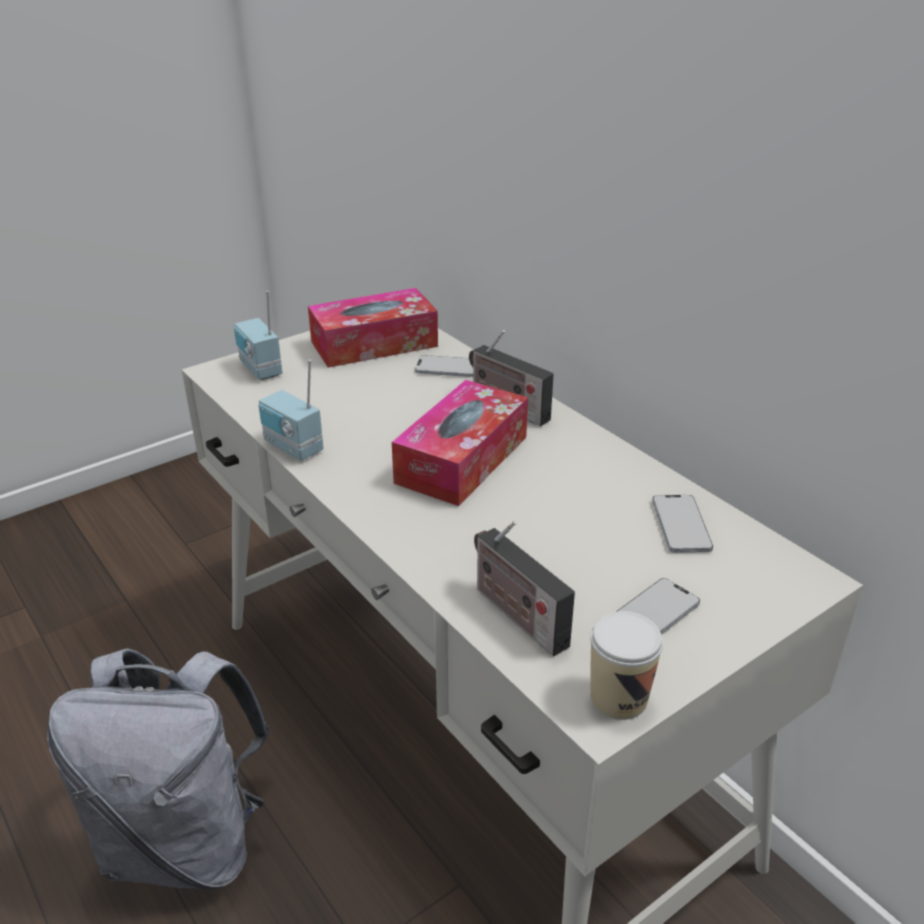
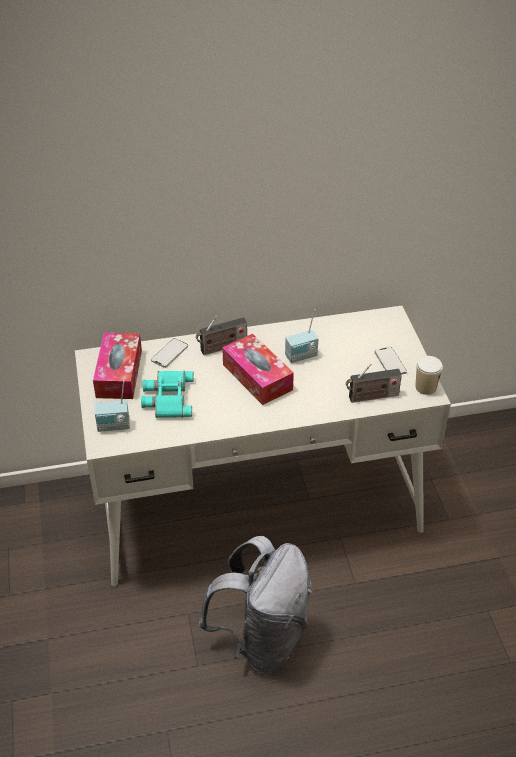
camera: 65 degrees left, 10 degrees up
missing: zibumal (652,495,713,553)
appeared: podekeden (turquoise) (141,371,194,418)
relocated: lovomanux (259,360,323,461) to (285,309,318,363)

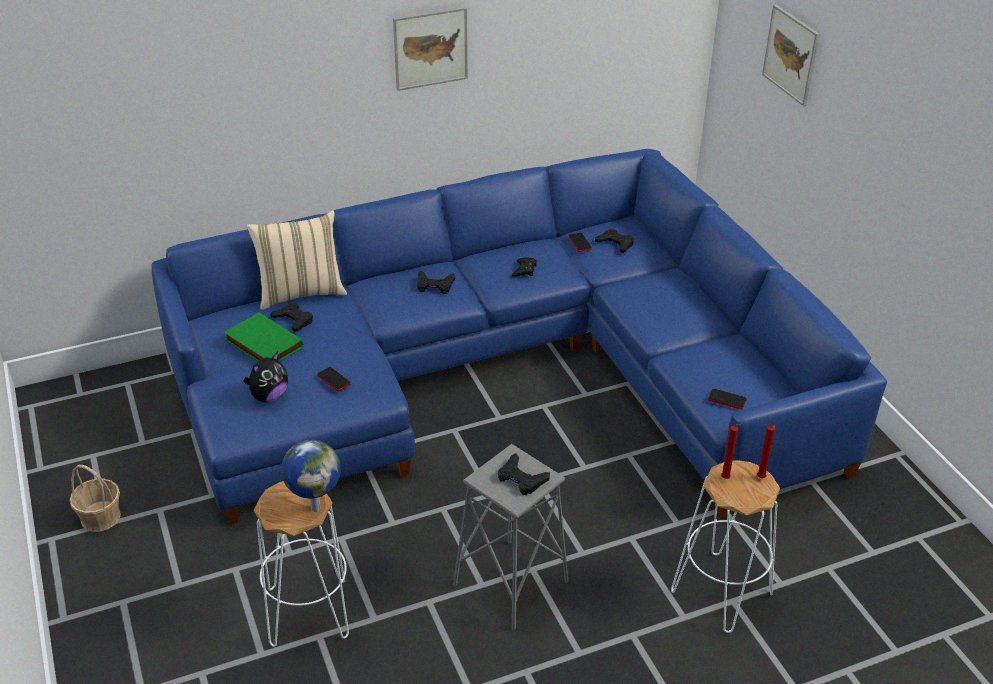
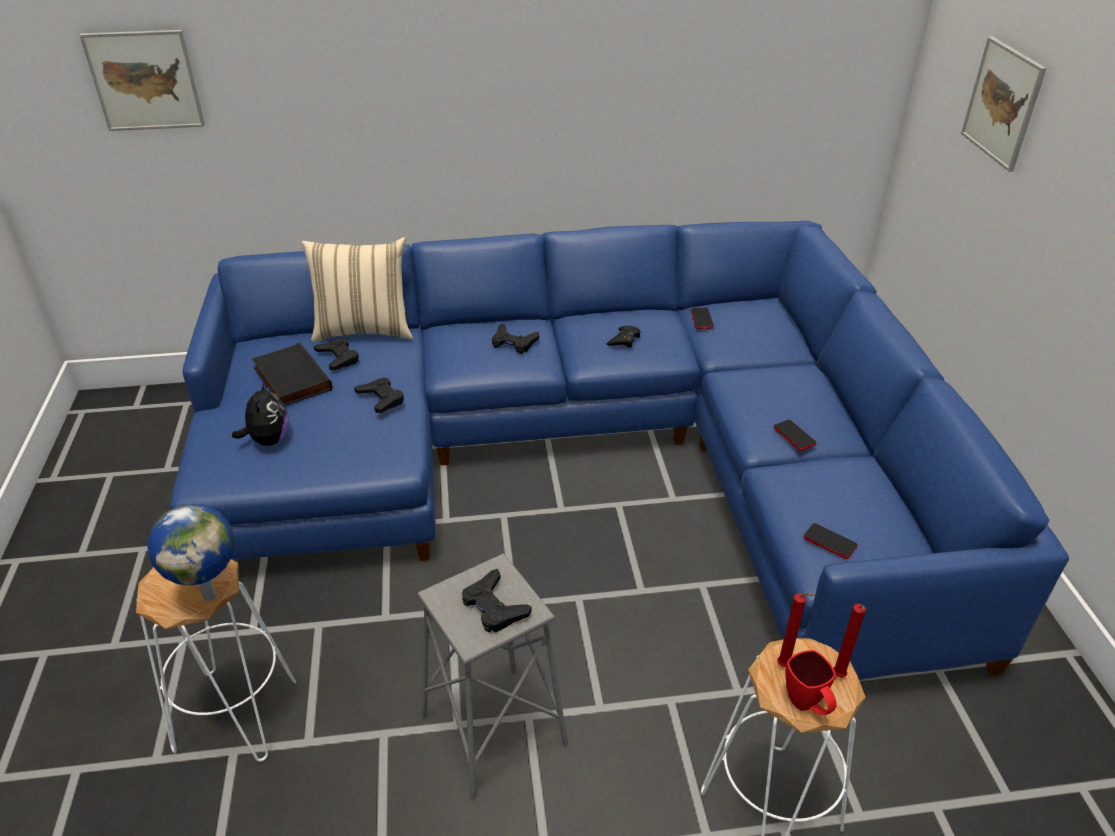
camera: 15 degrees right, 0 degrees up
missing: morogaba (69,465,121,532)
appeared: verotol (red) (786,650,836,715)
relocated: zibumal (317,367,351,392) to (774,420,817,451); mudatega (393,7,468,91) to (80,30,205,131); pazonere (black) (595,229,634,253) to (354,377,404,413)
colour: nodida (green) (224,312,303,362) to nodida (black) (252,343,332,406)
spun: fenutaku (243,351,288,402) = (232,379,288,446) 60 degrees counterclockwise

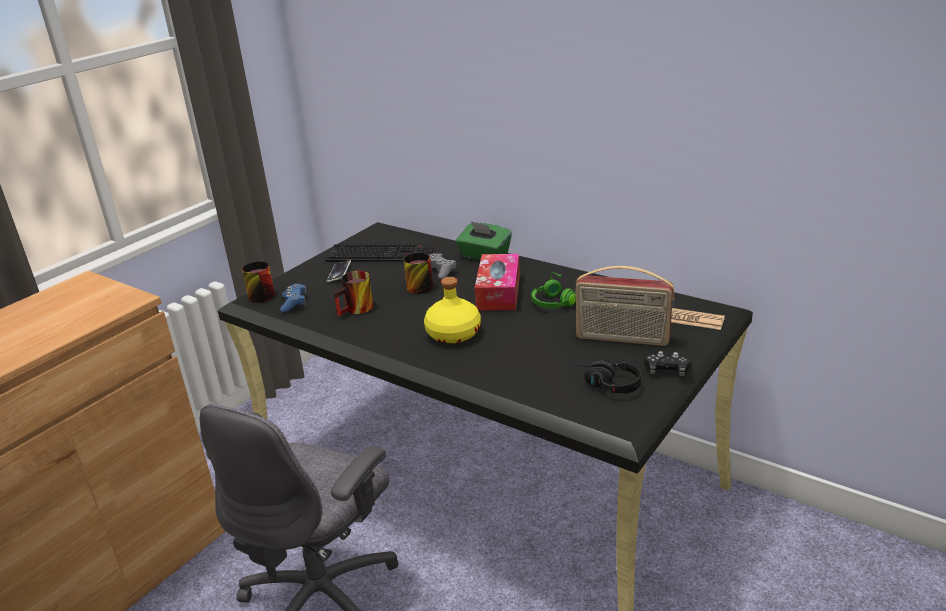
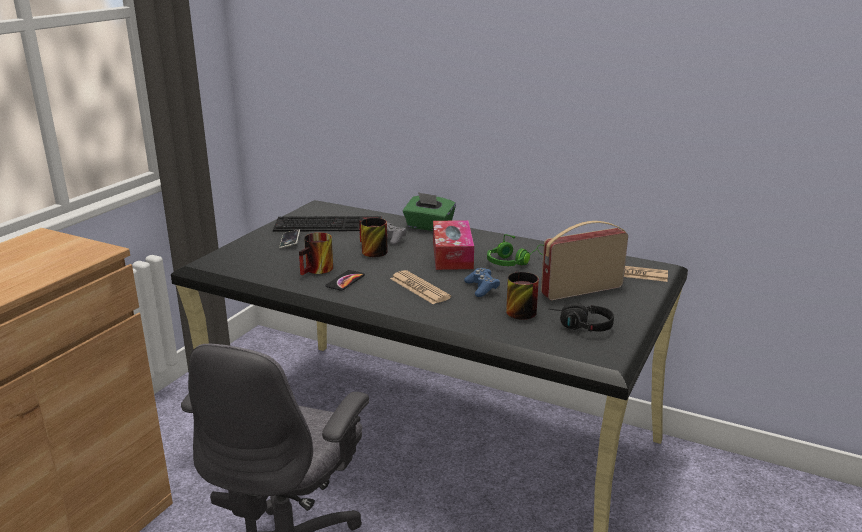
camera: 10 degrees left, 5 degrees down
missing: pazonere (black) (644,351,692,376)
appeared: zibumal (325,270,365,291)
relocated: verotol (242,261,275,303) to (506,272,539,320); pazonere (blue) (280,284,306,313) to (464,268,500,297)
exchanged: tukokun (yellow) (424,277,481,343) to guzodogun (390,270,451,304)
spun: lovomanux (575,266,674,346) = (541,221,628,300) 150 degrees clockwise

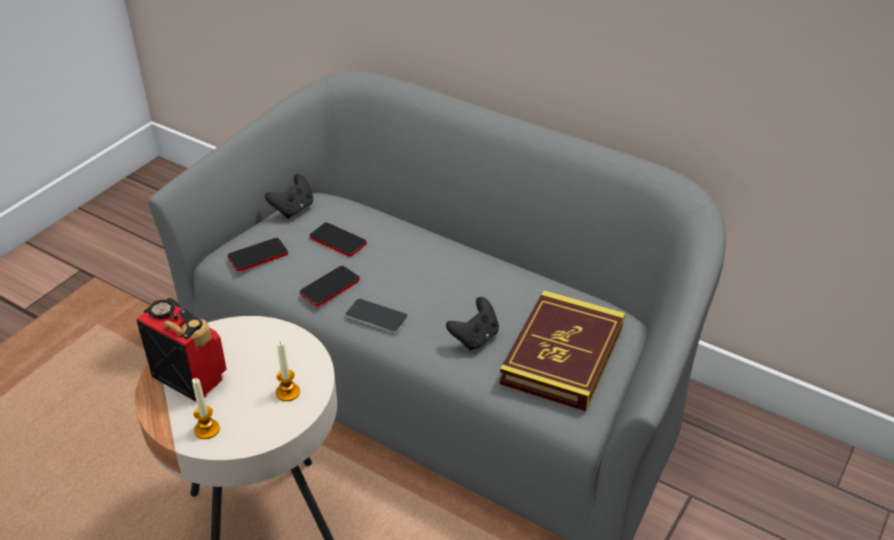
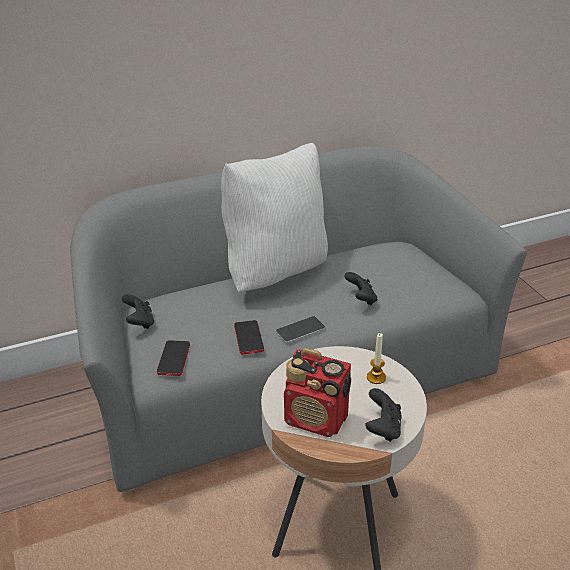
camera: 55 degrees left, 5 degrees down
missing: zibumal (310,223,367,257); nodida (499,290,625,411)
appeared: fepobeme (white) (221,143,328,292)
exchanged: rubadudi (192,378,220,439) to pazonere (black) (365,388,402,442)
spun: lovomanux (136,298,227,402) = (284,348,351,437) 135 degrees counterclockwise

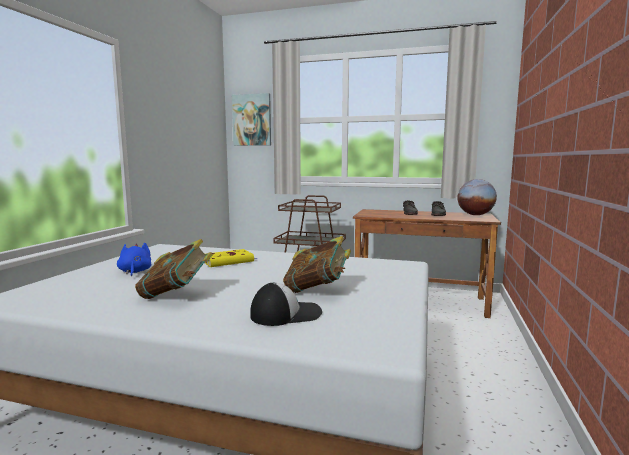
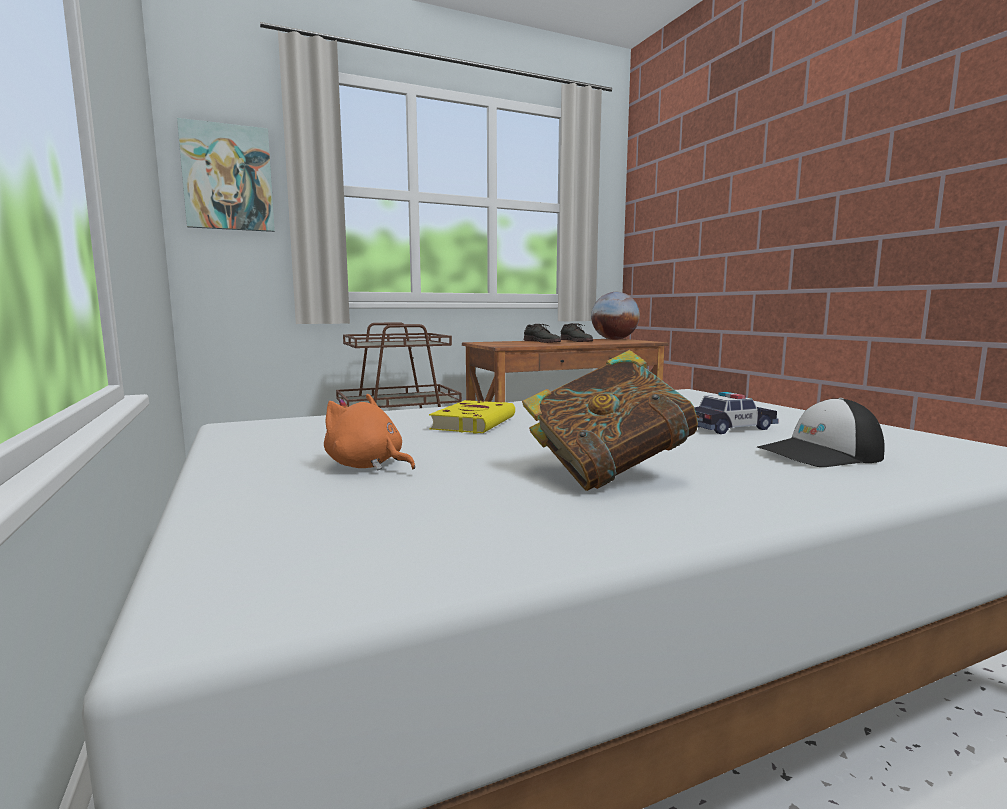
camera: 40 degrees left, 0 degrees up
exchanged: nodida (283,236,351,293) to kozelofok (694,392,779,434)
colour: fenutaku (blue) (117,243,151,276) to fenutaku (orange) (324,394,415,471)
spun: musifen (250,283,322,326) = (757,398,885,467) 135 degrees counterclockwise

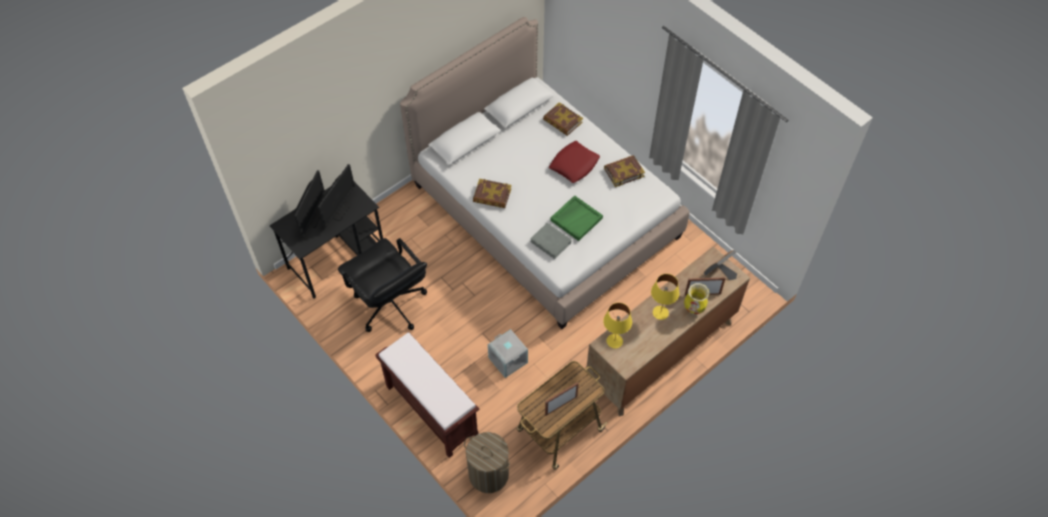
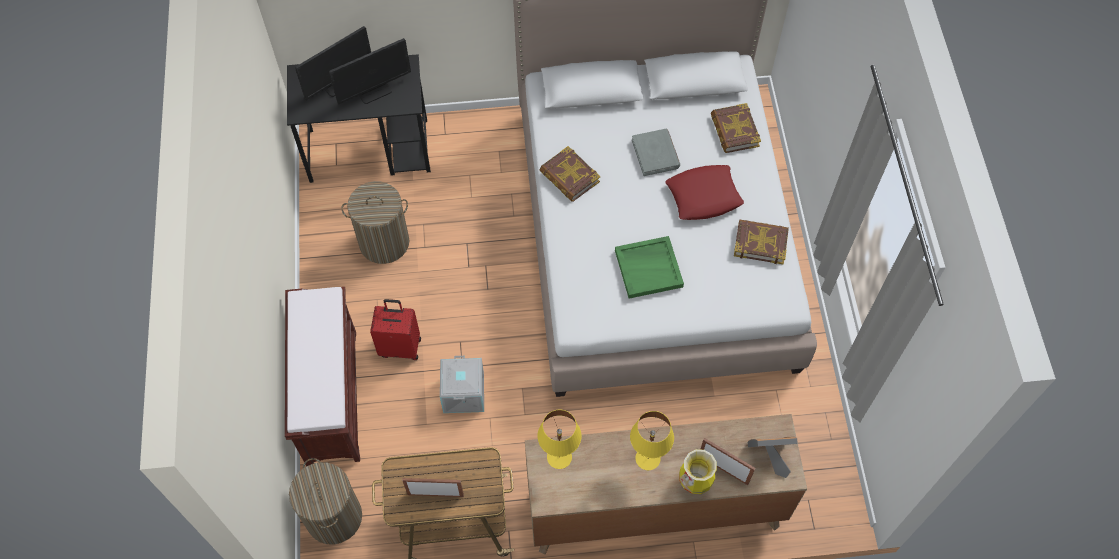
camera: 35 degrees right, 5 degrees up
appeared: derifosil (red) (370,299,421,360)
relocated: nodida (grey) (530,223,572,259) to (632,129,680,176)
exchanged: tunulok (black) (338,238,427,332) to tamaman (341,181,409,264)

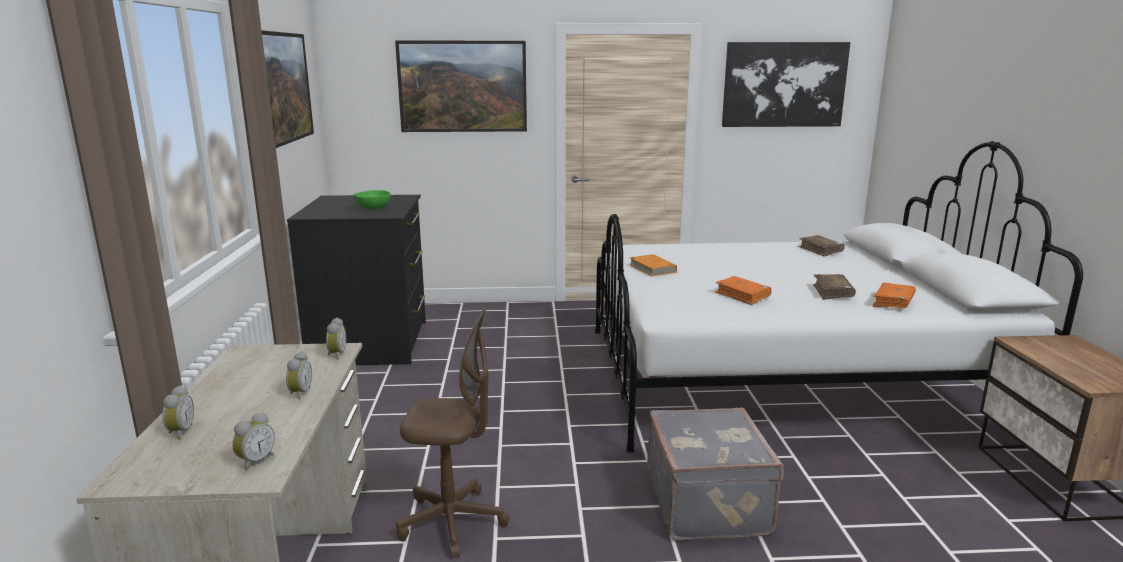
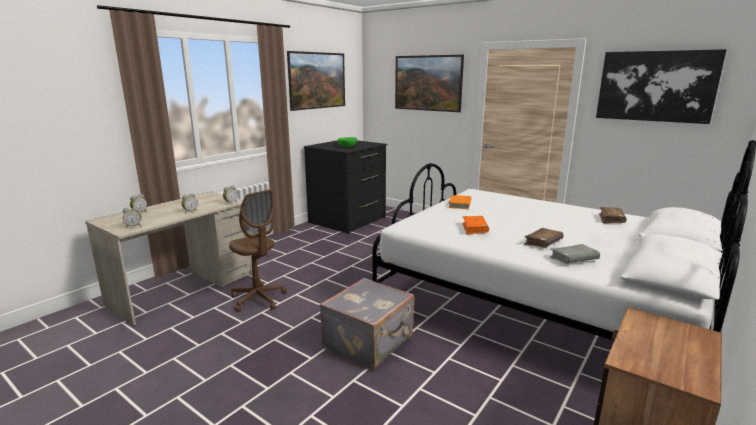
camera: 40 degrees right, 0 degrees up
colour: nodida (orange) (873,283,916,308) to nodida (grey) (550,244,600,263)

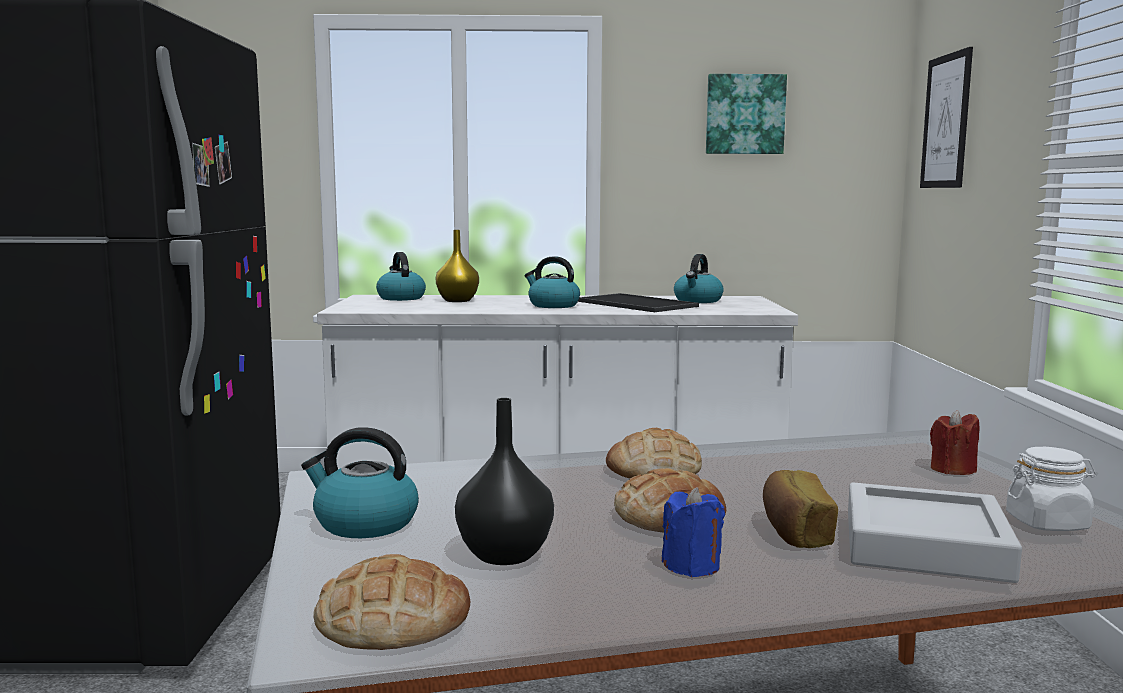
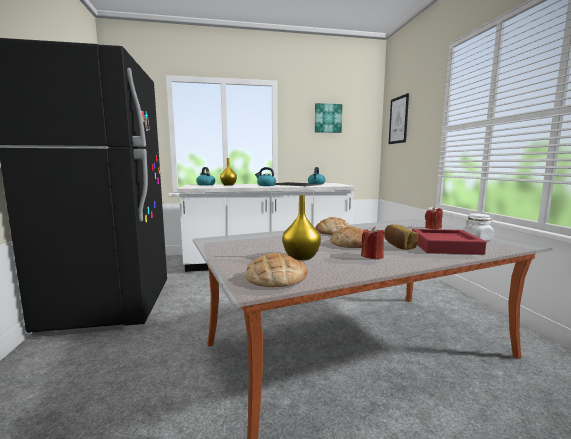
camera: 10 degrees left, 0 degrees up
missing: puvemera (301,427,419,538)
colour: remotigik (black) (455,398,554,565) to remotigik (yellow) (282,195,321,260); rubadudi (blue) (662,487,725,577) to rubadudi (red) (361,226,385,259); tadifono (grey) (848,482,1022,583) to tadifono (red) (412,229,486,255)

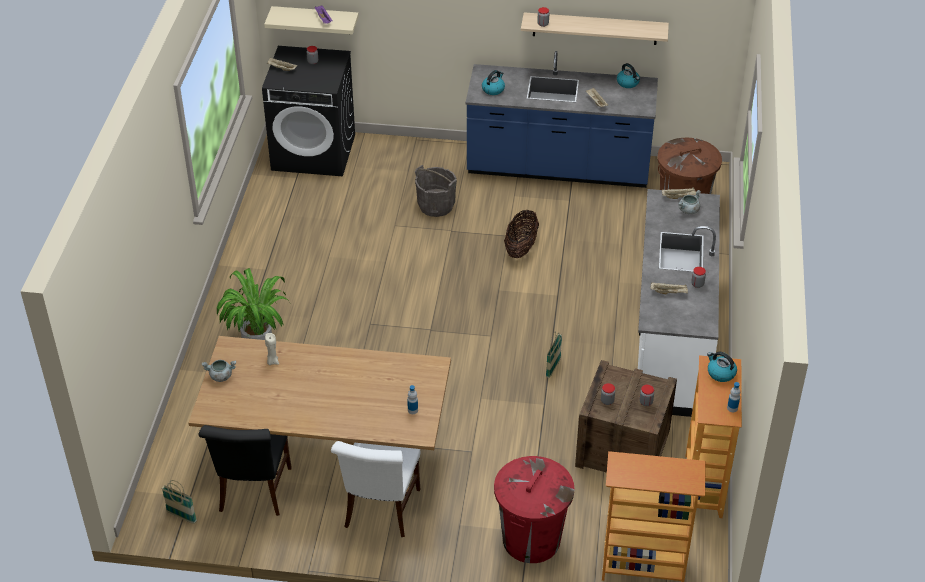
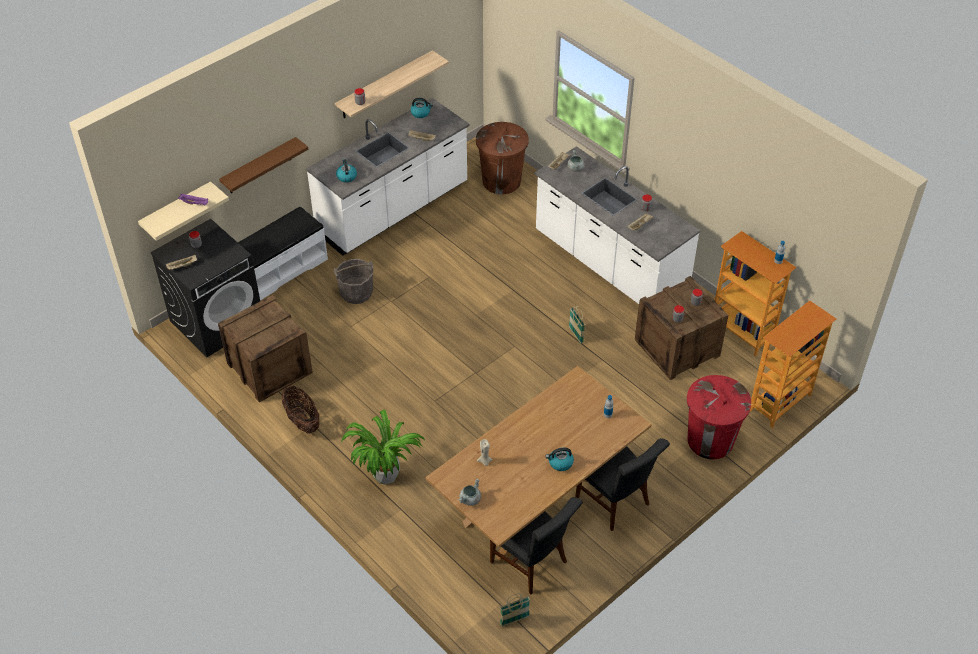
camera: 50 degrees left, 5 degrees up
appeared: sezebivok (218,295,313,402); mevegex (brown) (219,137,308,193); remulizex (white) (238,206,328,300)
relocated: morogaba (504,209,539,258) to (282,386,319,434); puvemera (707,352,737,382) to (545,448,574,471)
colour: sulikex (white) (331,441,420,537) to sulikex (black) (575,438,670,531); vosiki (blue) (466,51,658,188) to vosiki (white) (306,98,470,256)

